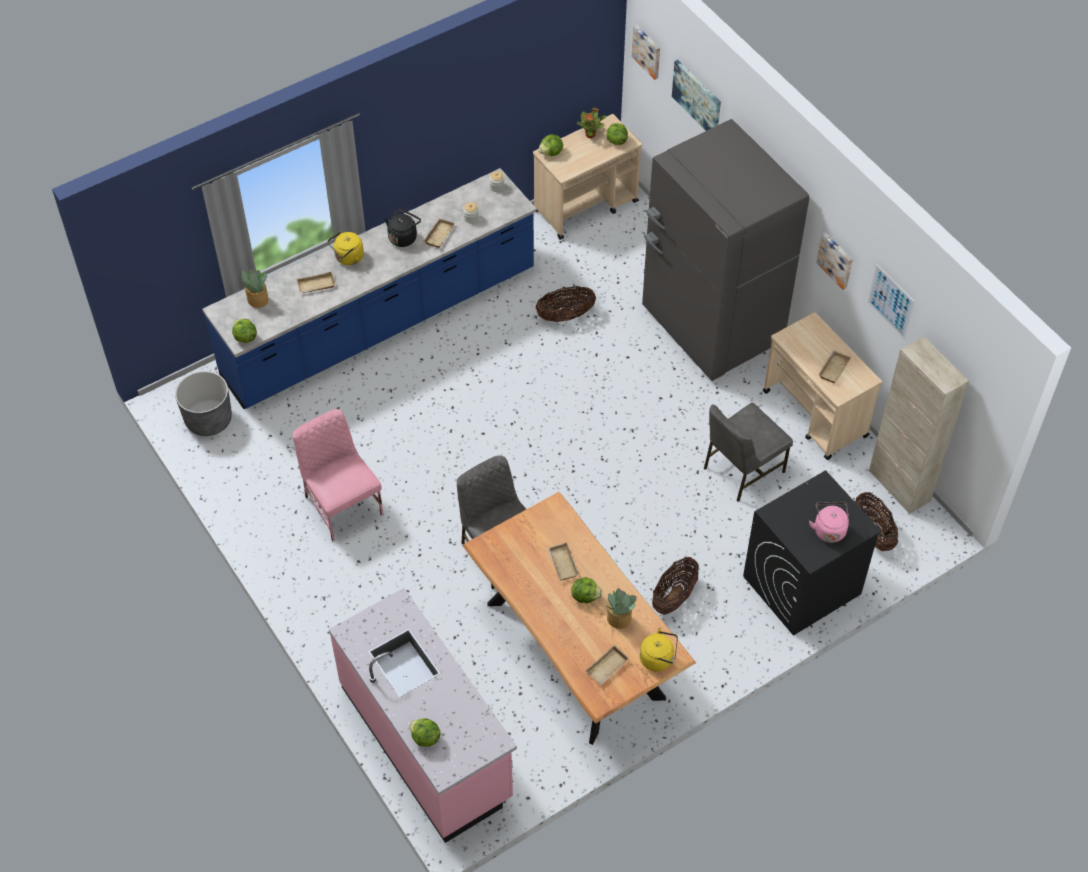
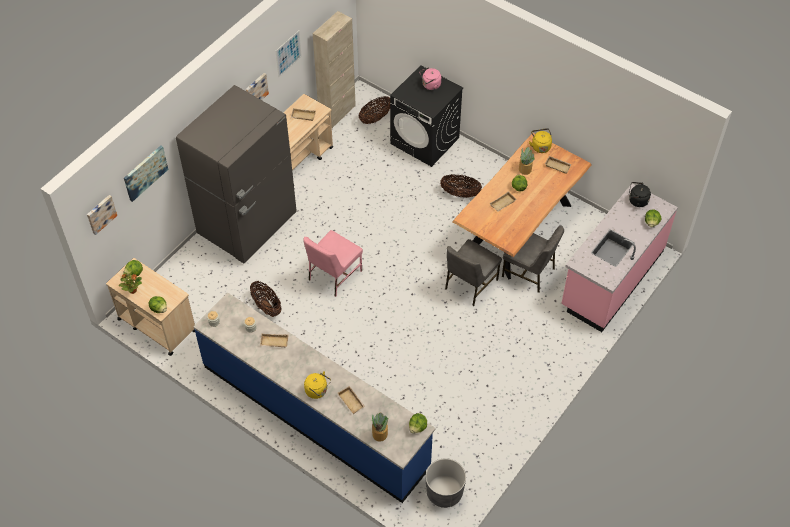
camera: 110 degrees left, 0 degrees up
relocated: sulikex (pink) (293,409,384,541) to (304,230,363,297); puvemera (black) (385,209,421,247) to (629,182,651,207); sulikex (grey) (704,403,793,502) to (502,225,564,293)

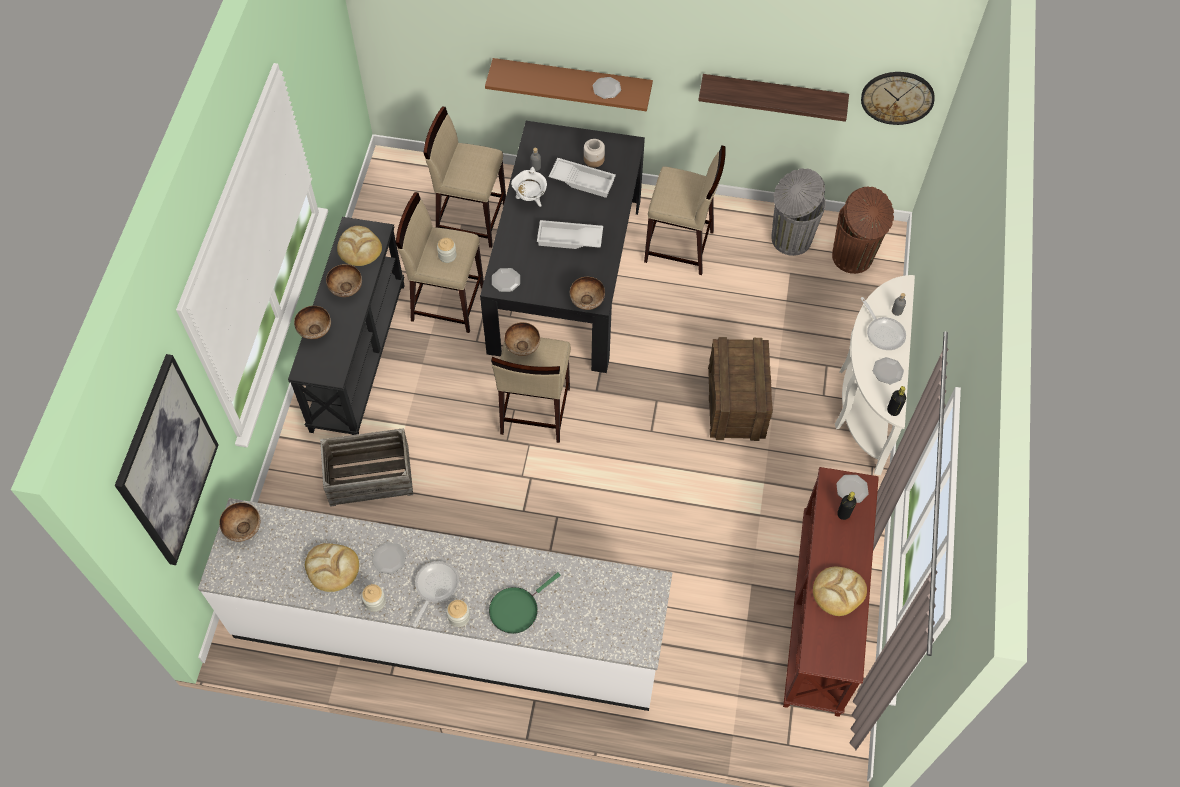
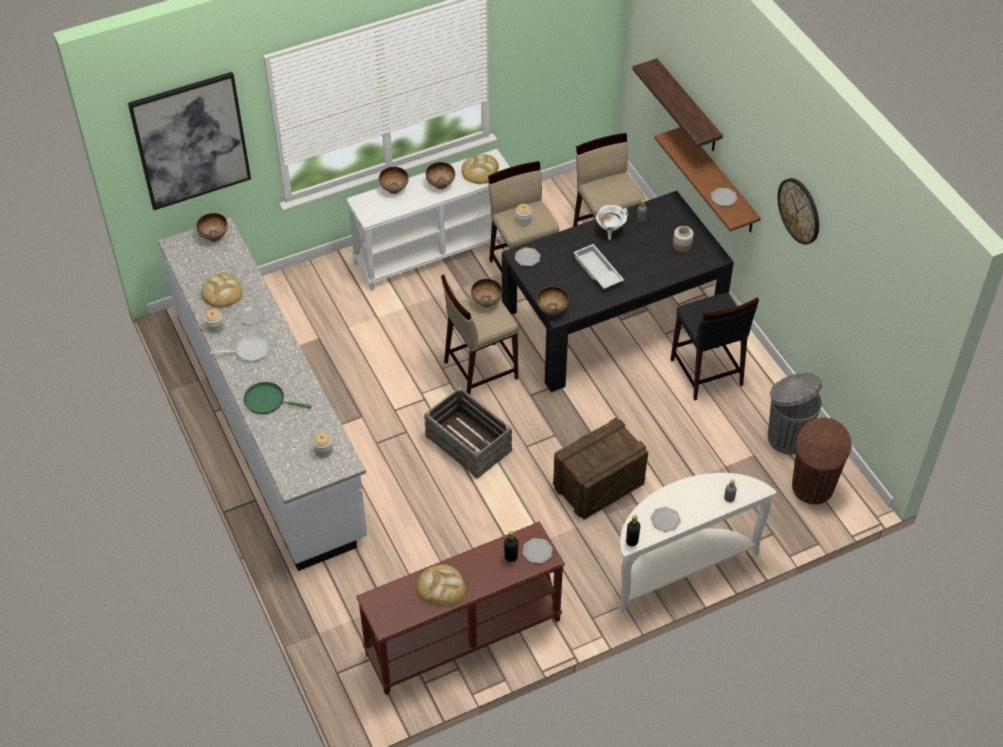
camera: 55 degrees right, 10 degrees down
missing: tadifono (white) (549,158,616,198); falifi (860,297,906,350)
relocated: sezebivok (320,428,413,507) to (424,387,512,479); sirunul (447,600,470,627) to (313,432,333,458); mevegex (698,74,849,122) to (632,58,723,151); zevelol (861,72,935,125) to (778,178,819,245)
colour: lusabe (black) (288,217,405,435) to lusabe (white) (347,149,510,291); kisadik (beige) (644,145,726,275) to kisadik (black) (671,293,759,400)

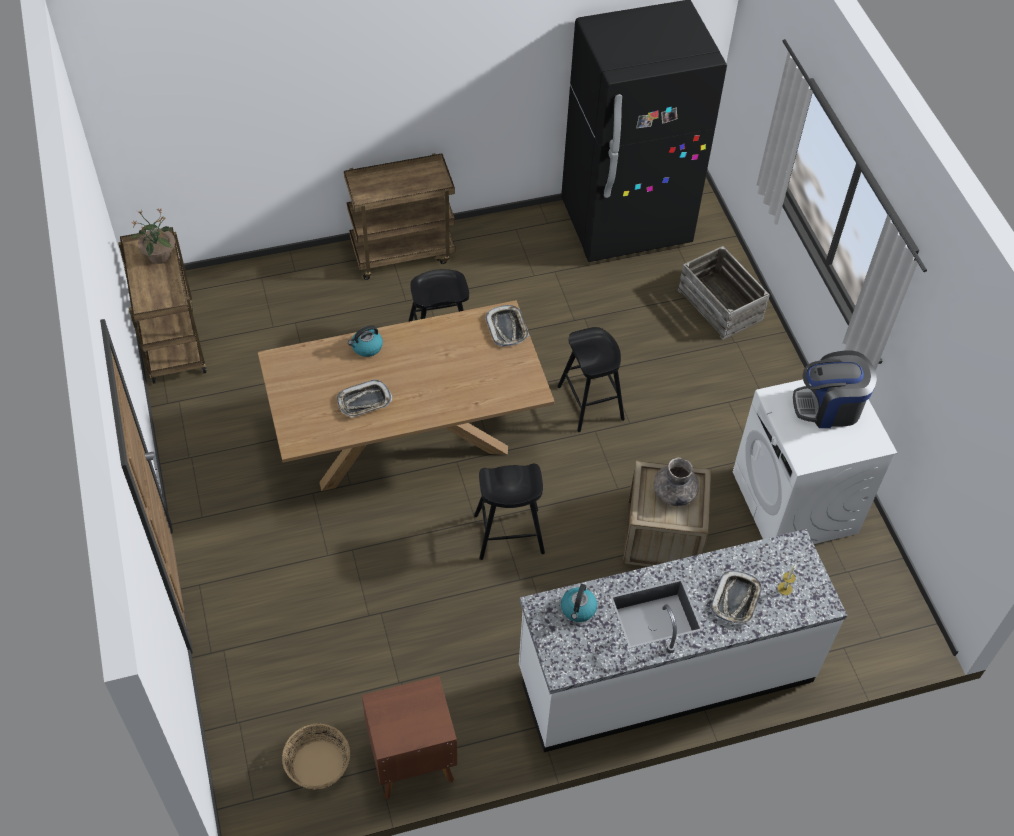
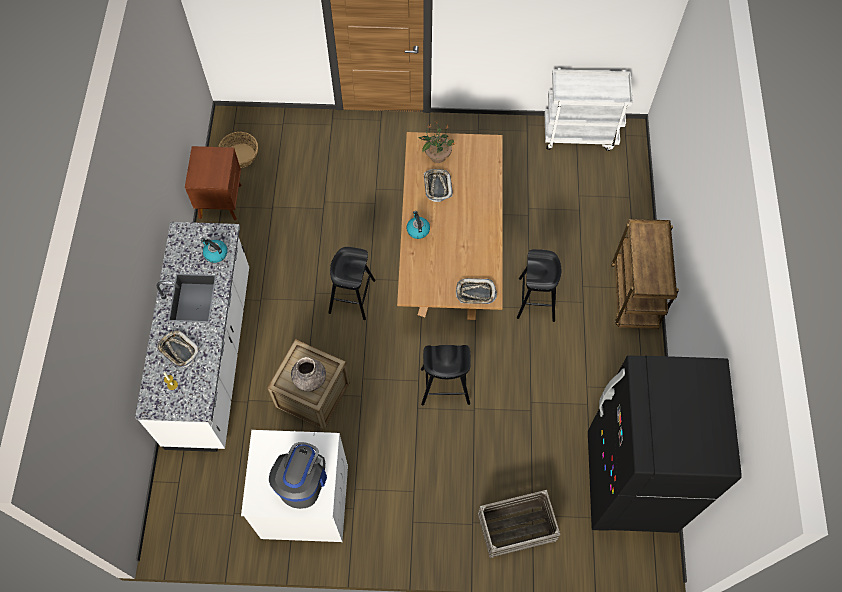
camera: 110 degrees right, 10 degrees up
relocated: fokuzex (130,208,175,264) to (418,121,455,163); puvemera (348,325,383,357) to (406,211,430,239)
colour: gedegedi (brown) (118,227,207,384) to gedegedi (white) (545,68,633,151)

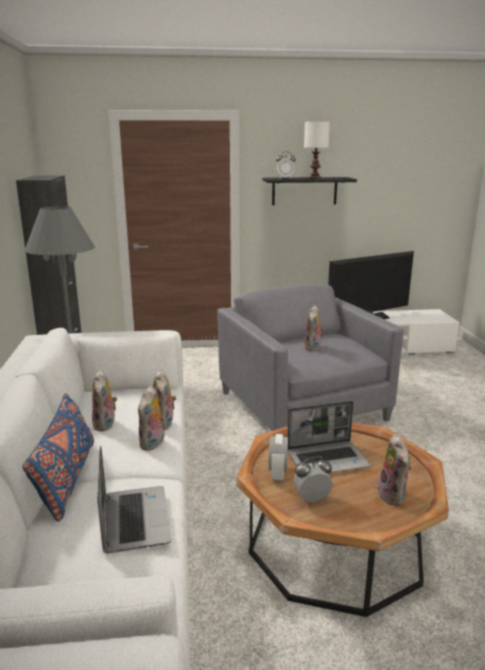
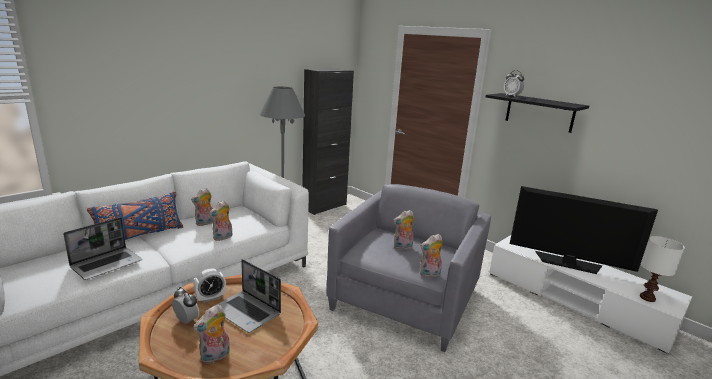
camera: 50 degrees right, 0 degrees up
relocated: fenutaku (138,386,166,451) to (420,234,443,278); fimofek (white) (304,121,330,179) to (640,236,685,302)

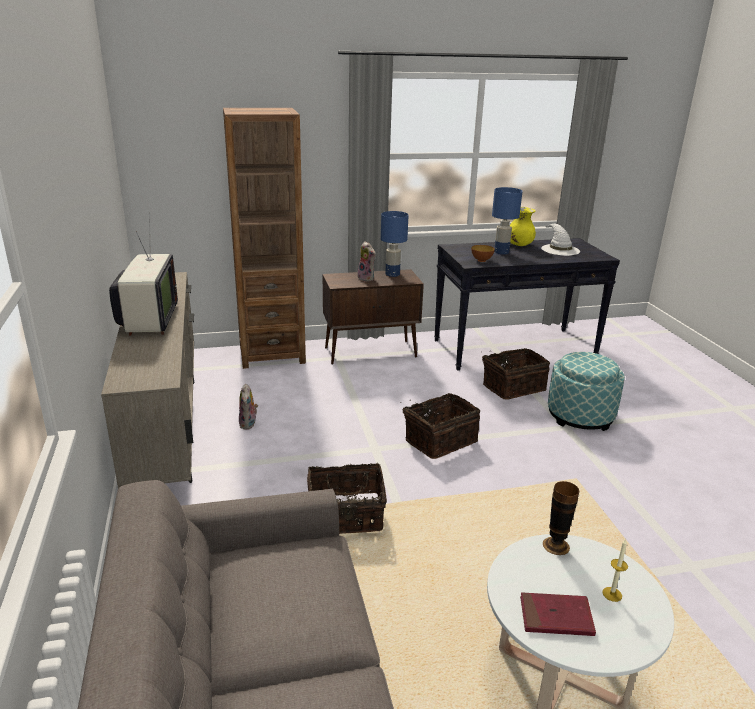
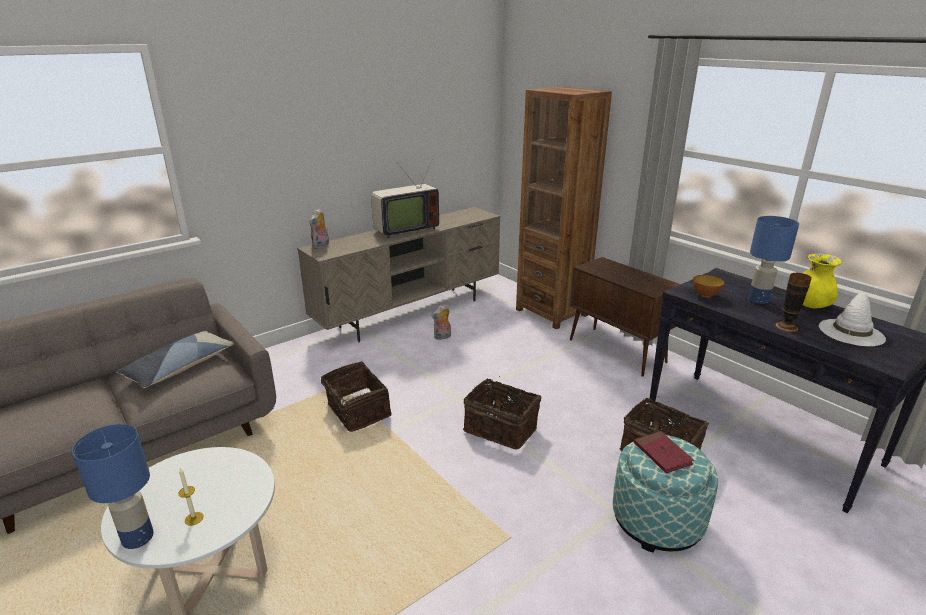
camera: 65 degrees right, 0 degrees up
appeared: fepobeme (116,331,234,388)
relocated: fenutaku (357,241,376,282) to (309,208,329,249); fimofek (blue) (381,211,409,277) to (72,424,154,549); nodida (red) (520,592,596,636) to (634,431,694,473); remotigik (543,481,579,555) to (775,273,811,332)

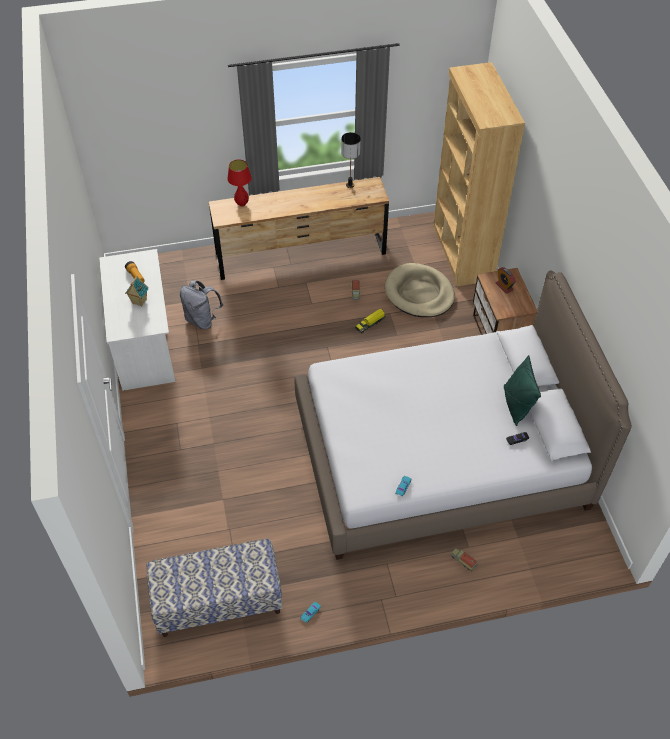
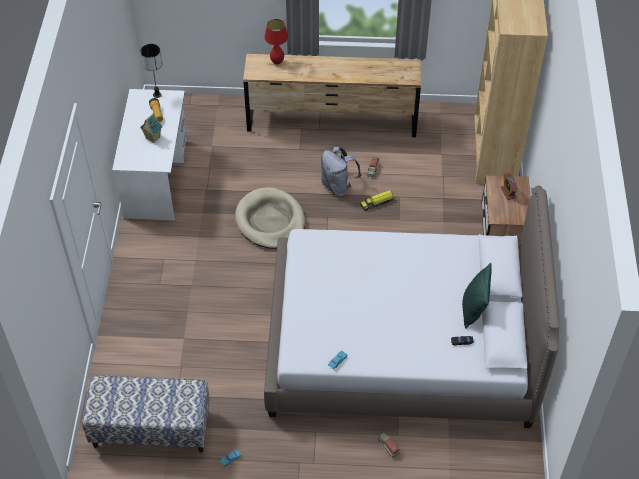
camera: 15 degrees right, 0 degrees up
relocated: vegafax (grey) (180,280,223,330) to (321,146,361,196); fimofek (341,132,361,188) to (140,44,162,98); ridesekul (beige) (385,263,455,317) to (235,187,305,249)

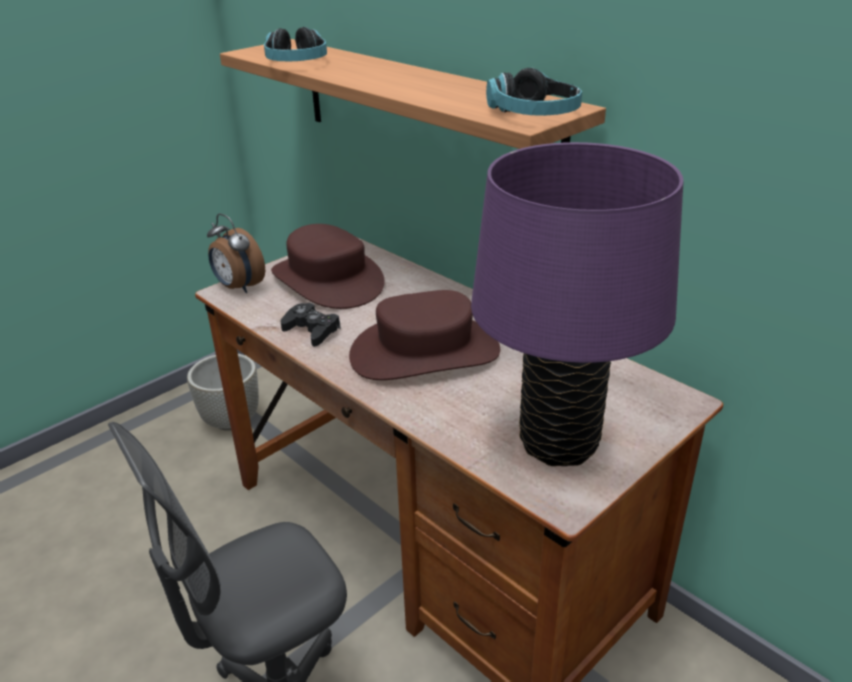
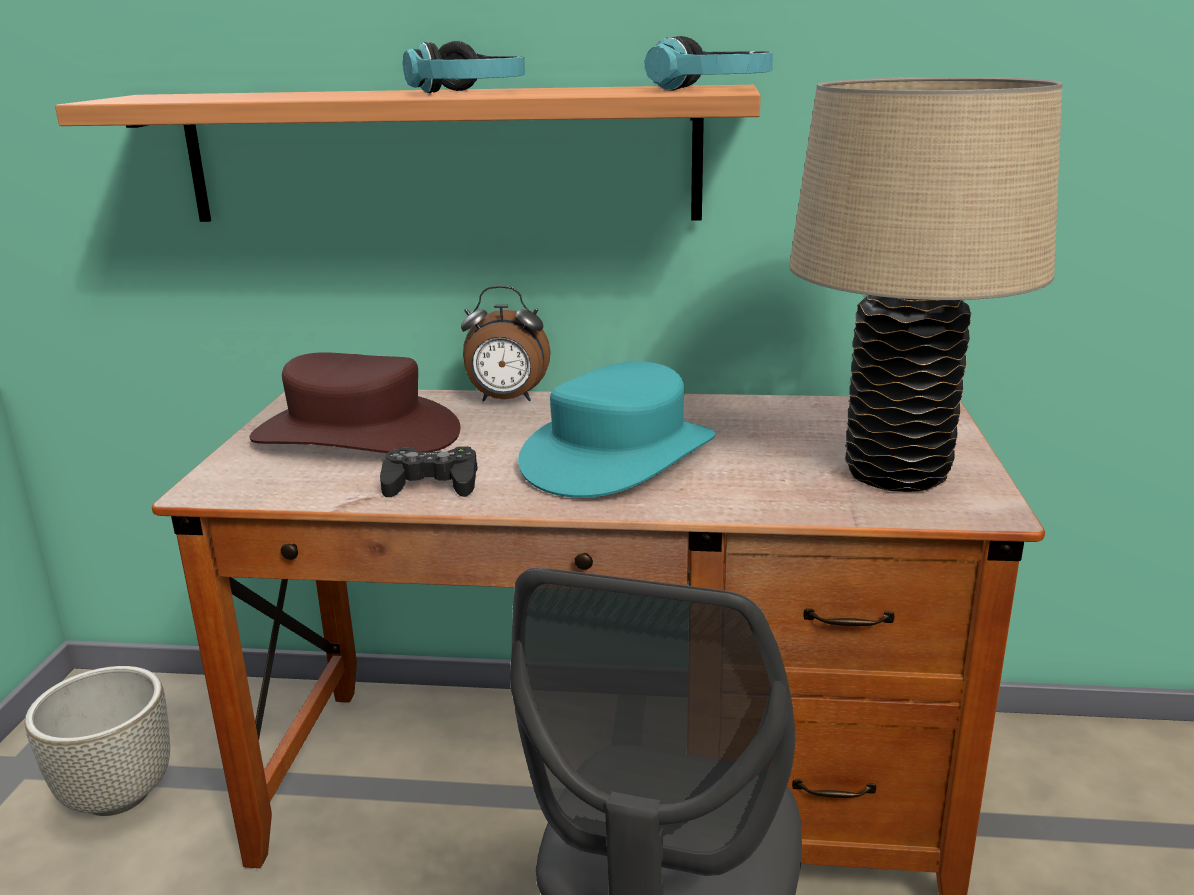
camera: 40 degrees left, 10 degrees down
relocated: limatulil (207,213,265,293) to (461,286,551,401); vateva (264,27,327,61) to (403,41,525,93)
colour: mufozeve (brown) (349,290,500,380) to mufozeve (turquoise) (518,361,715,498); fimofek (purple) (471,142,684,466) to fimofek (beige) (789,77,1063,492)

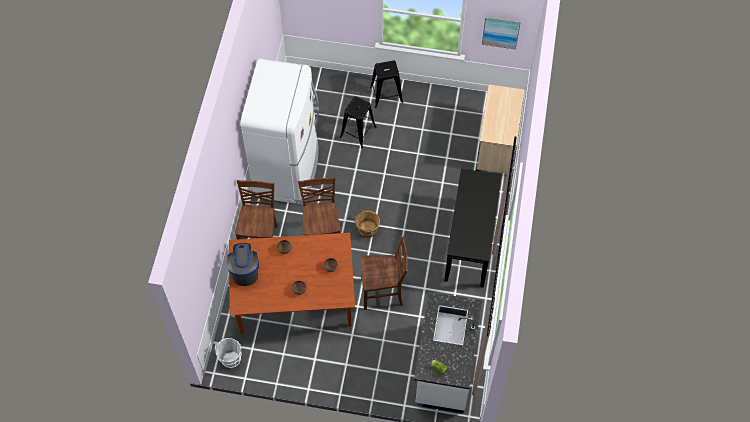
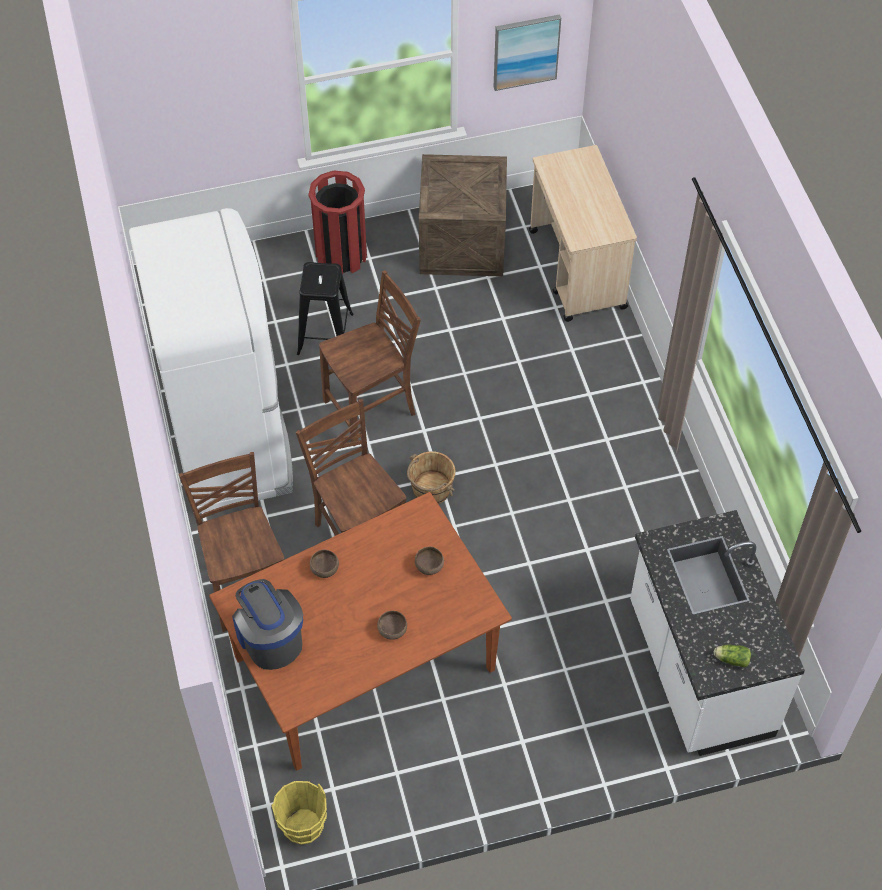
camera: 25 degrees left, 5 degrees down
missing: lusabe (black) (444,169,502,288)
appeared: sezebivok (419,154,507,277)
relocated: sulikex (brown) (361,236,408,310) to (319,270,421,446)
exchanged: kisadik (black) (370,60,403,108) to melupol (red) (308,171,367,274)
colour: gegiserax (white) (215,338,242,368) to gegiserax (yellow) (271,781,327,845)

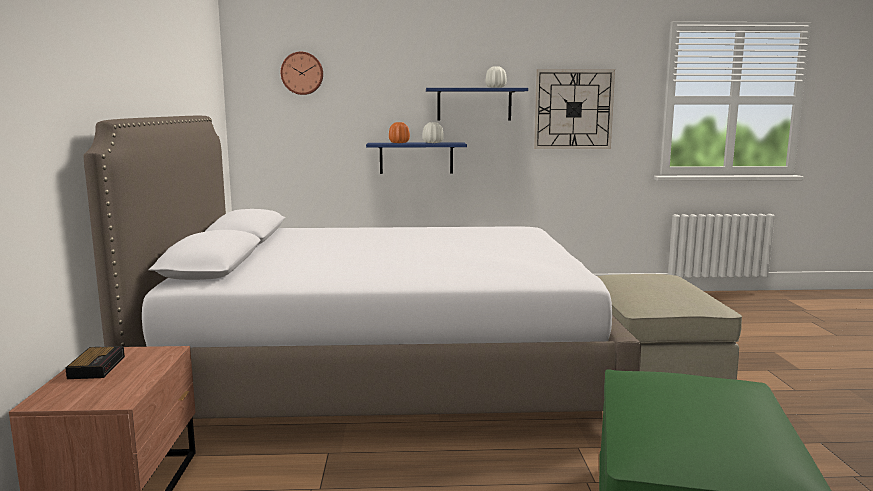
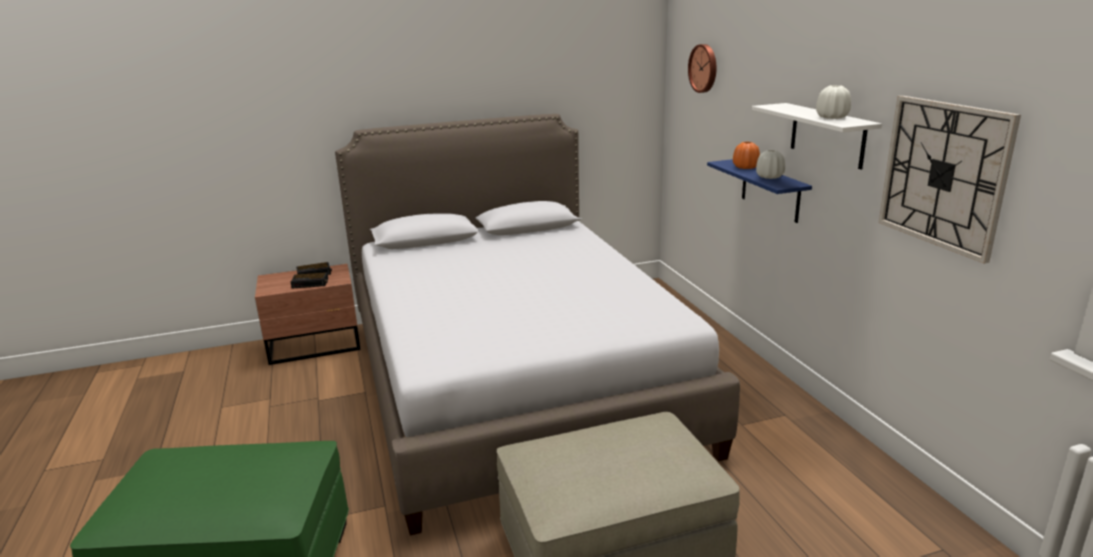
camera: 75 degrees right, 10 degrees up
appeared: limatulil (291,272,328,288)
colour: mevegex (blue) (426,88,528,120) to mevegex (white) (752,103,882,170)

